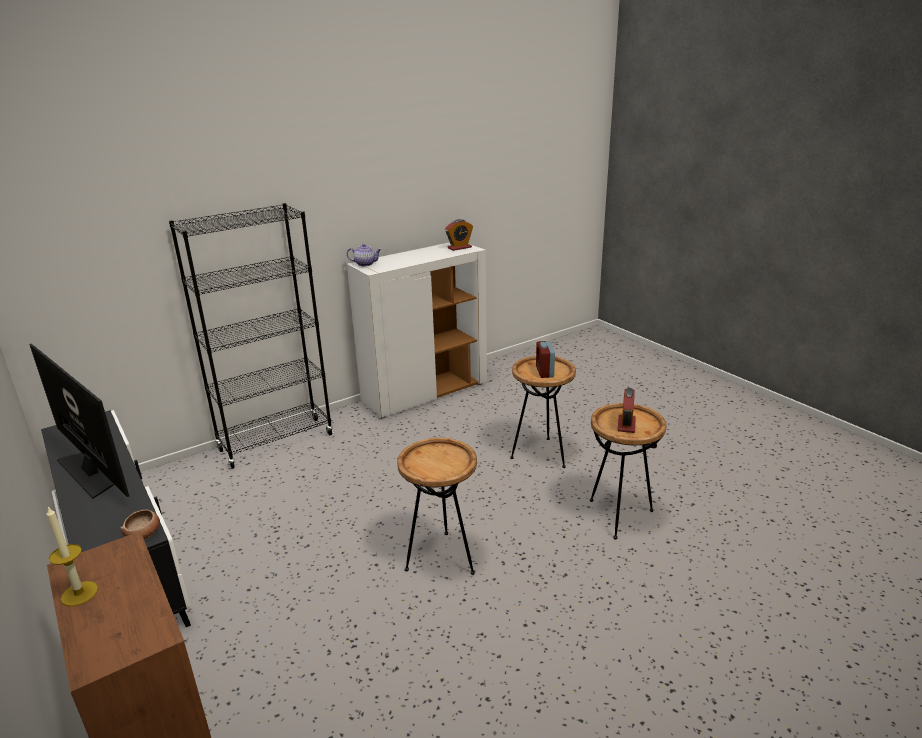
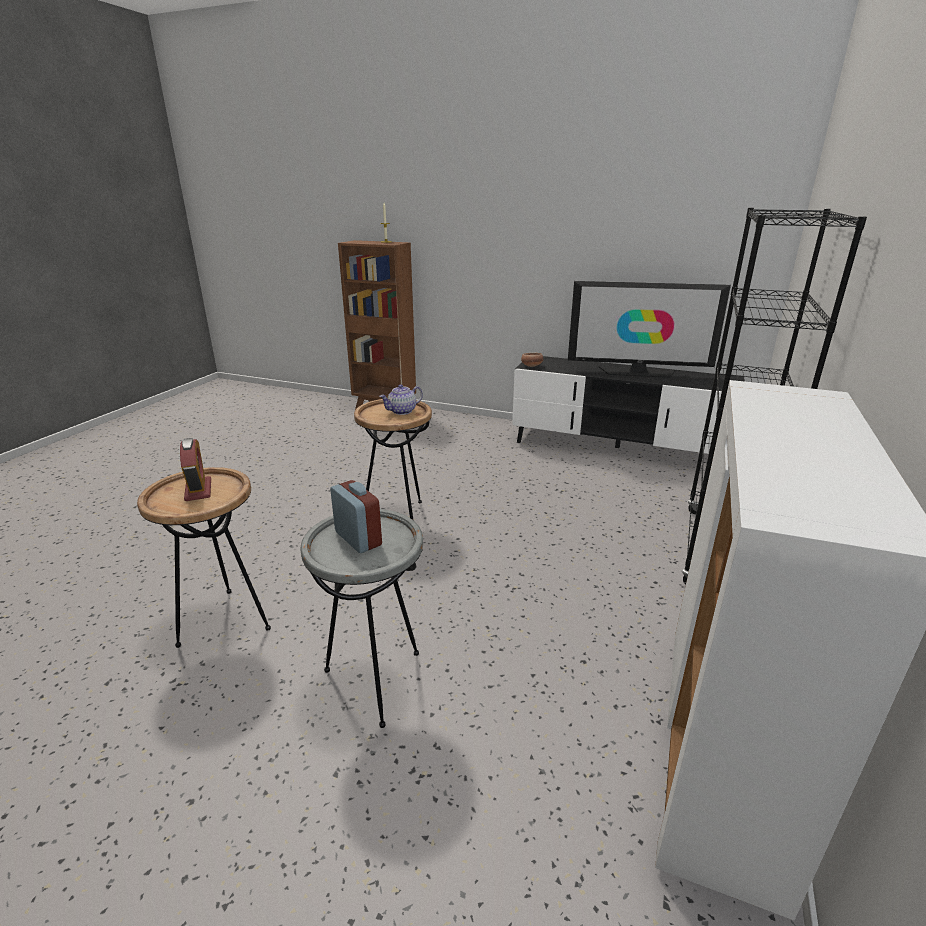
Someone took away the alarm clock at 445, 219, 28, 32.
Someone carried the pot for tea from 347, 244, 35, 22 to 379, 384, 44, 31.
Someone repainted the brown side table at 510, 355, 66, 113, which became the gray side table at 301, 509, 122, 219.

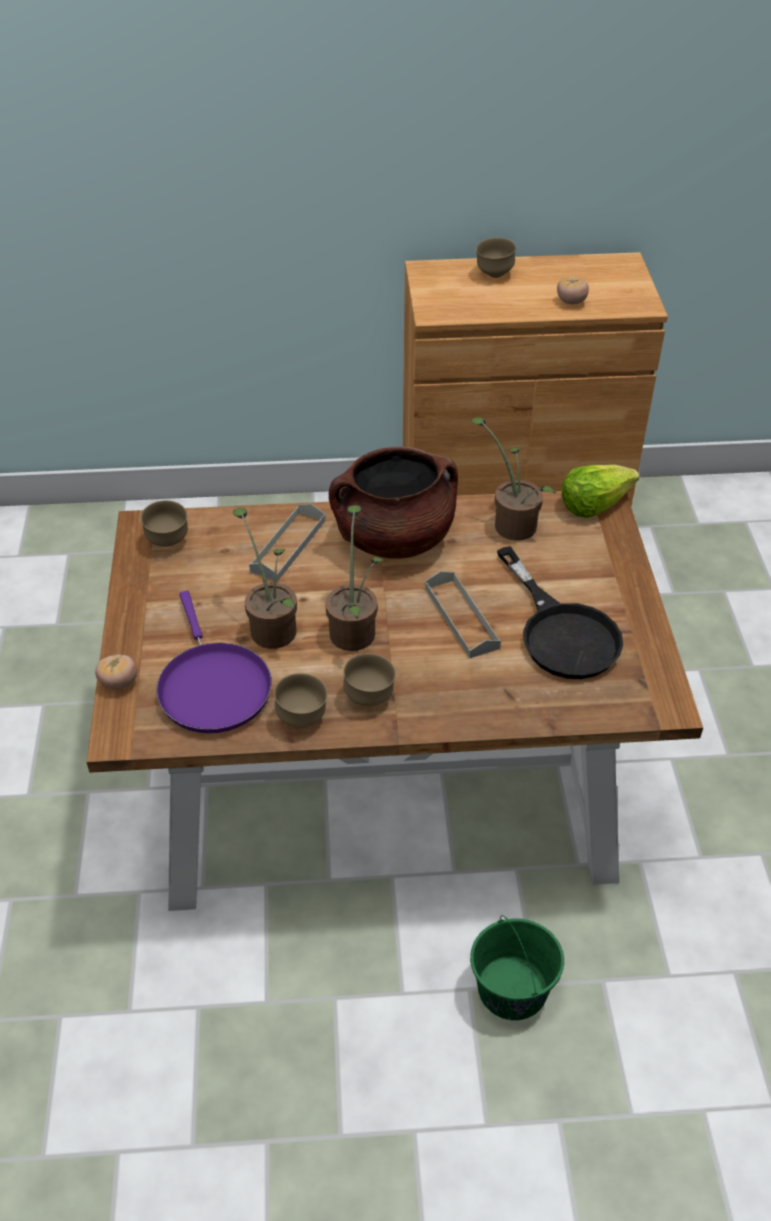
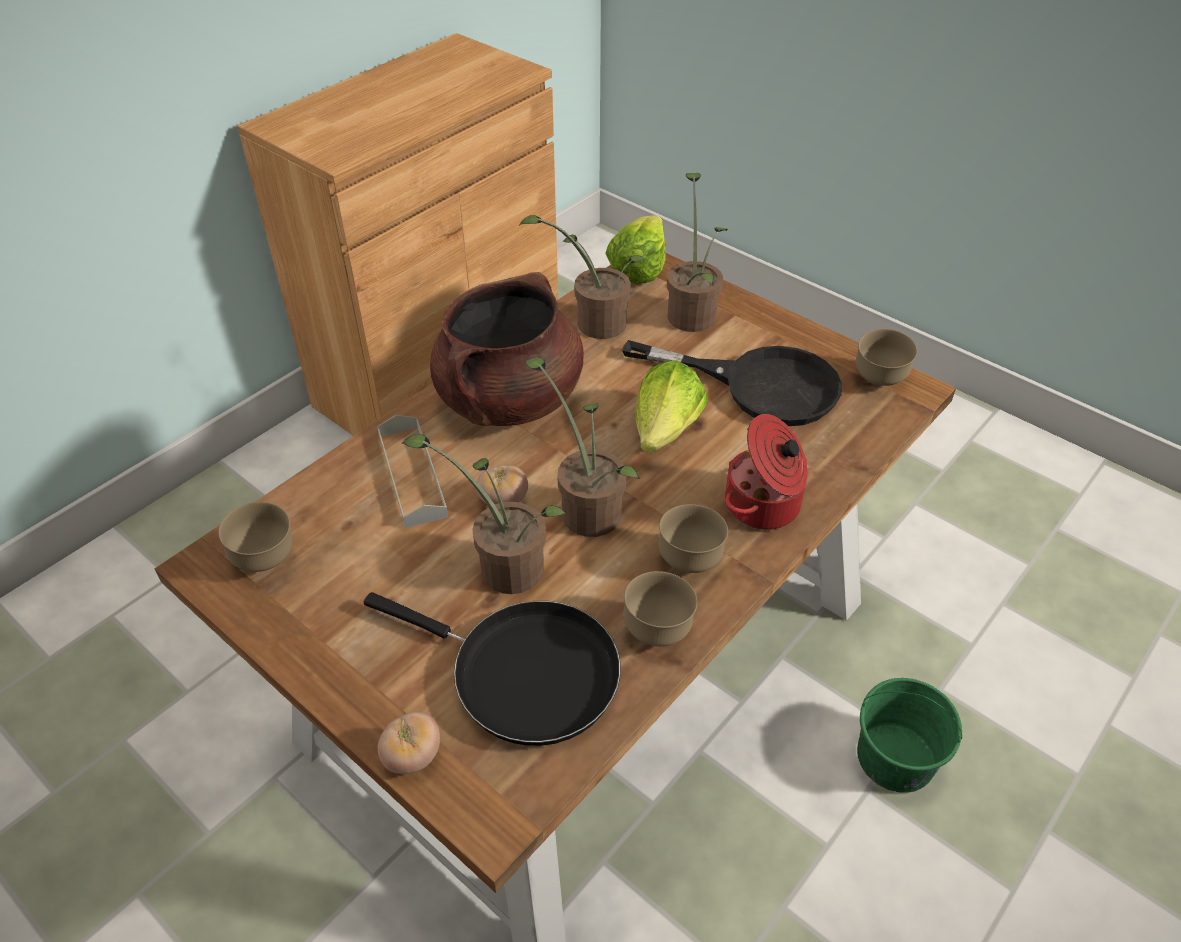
Someone carried the brown serving bowl from 476, 238, 40, 40 to 856, 329, 61, 57.
Someone carried the fresh tomato from 557, 277, 32, 27 to 476, 465, 52, 39.
Someone swapped the gray serving tray at 425, 571, 76, 87 for the lettuce at 636, 360, 72, 93.
Someone repainted the purple skillet at 156, 591, 116, 142, which became the blackish skillet at 364, 592, 257, 154.
Someone put down the potted plant at 667, 173, 60, 159.
Someone put down the stockpot at 725, 414, 83, 116.

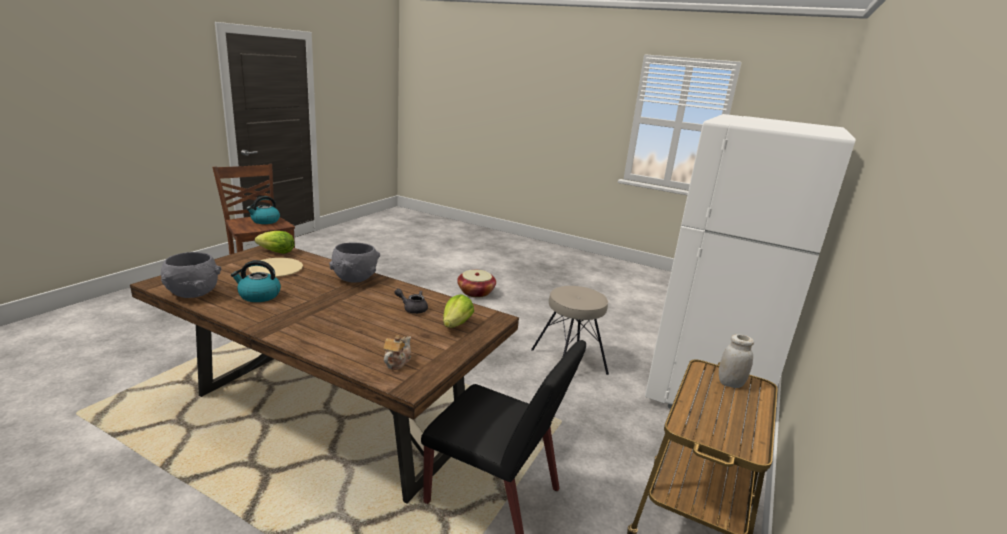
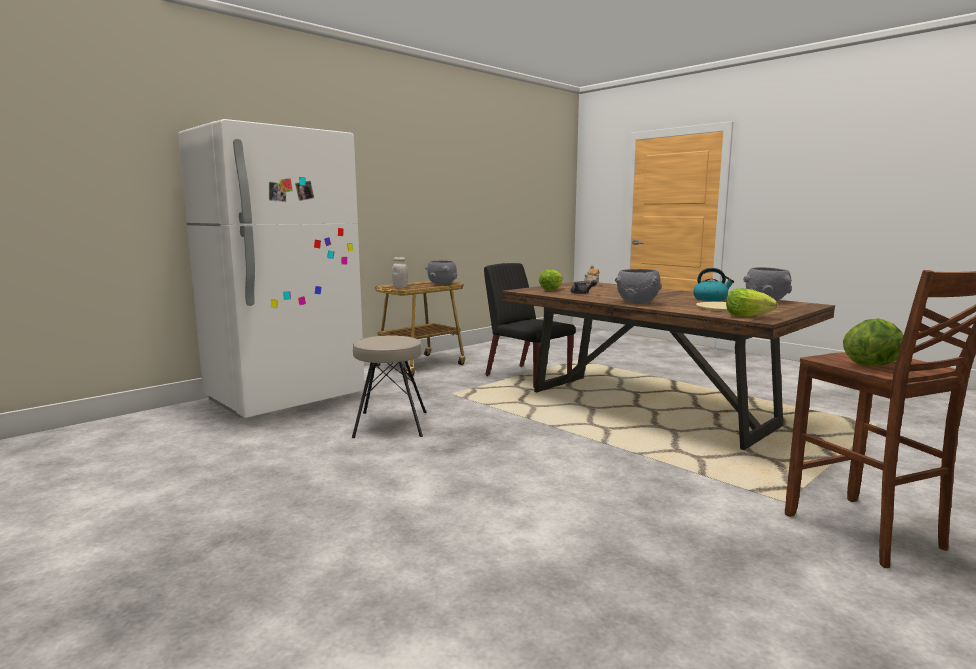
Someone swapped the tea kettle at 246, 196, 34, 28 for the lettuce at 843, 318, 61, 48.
Someone took away the storage basket at 457, 270, 39, 27.
Someone put down the gray serving bowl at 425, 260, 32, 25.

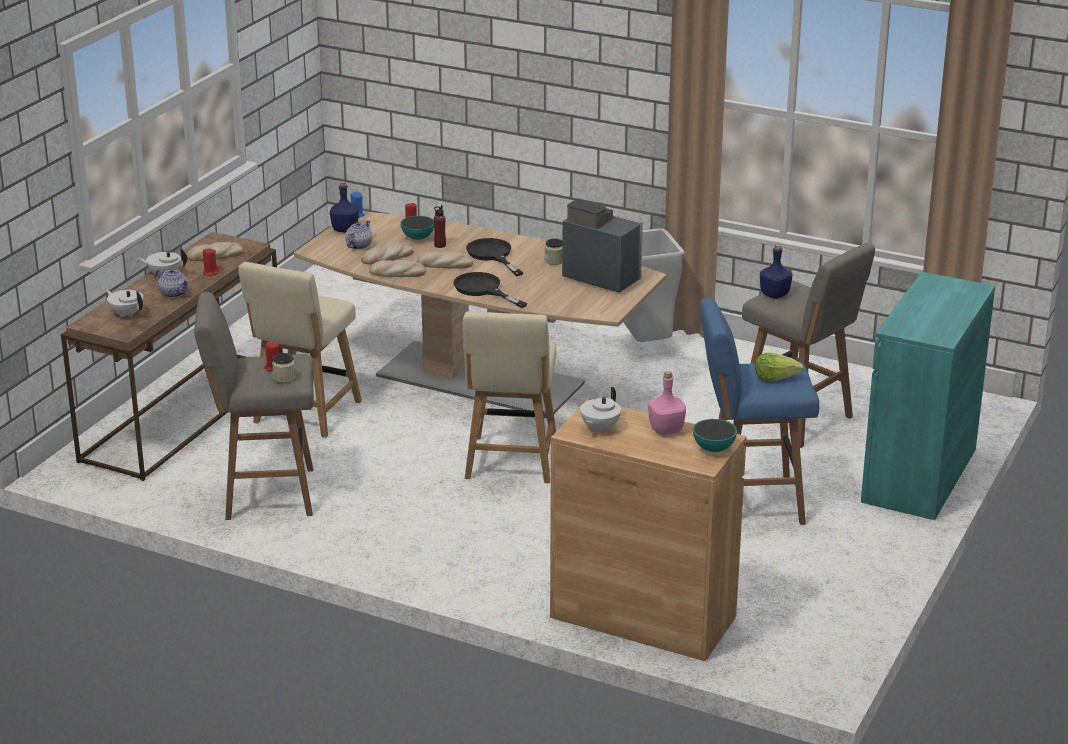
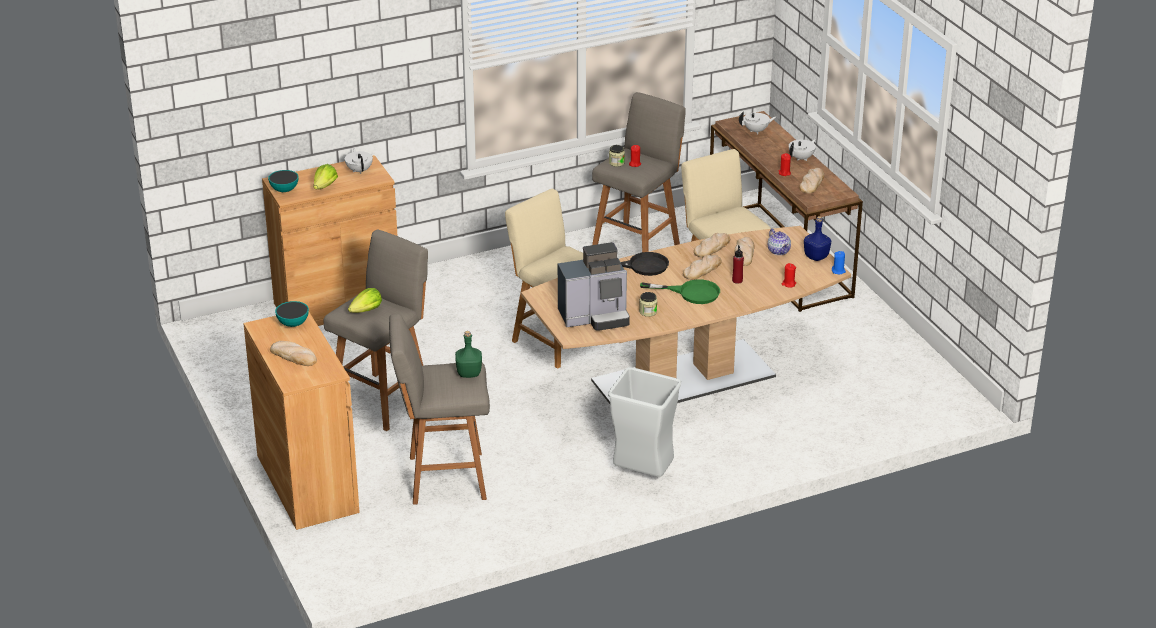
Someone carried the serving bowl from 400, 216, 34, 24 to 275, 301, 34, 26.
Someone repainted the blackish skillet at 466, 238, 57, 38, which became the greenish skillet at 640, 279, 80, 25.
Someone repainted the blue beverage bottle at 760, 244, 32, 55, which became the greenish beverage bottle at 455, 331, 27, 47.
Someone took away the pot for tea at 156, 269, 33, 29.
Someone repainted the turquoise-coloured cupboard at 861, 272, 134, 248, which became the brown cupboard at 243, 312, 117, 218.
Someone repainted the blue stool seat at 700, 298, 119, 227, which became the gray stool seat at 323, 230, 105, 201.
Someone swapped the pink beverage bottle at 648, 371, 38, 64 for the lettuce at 313, 164, 25, 25.
Someone put down the baked bread at 270, 341, 47, 25.

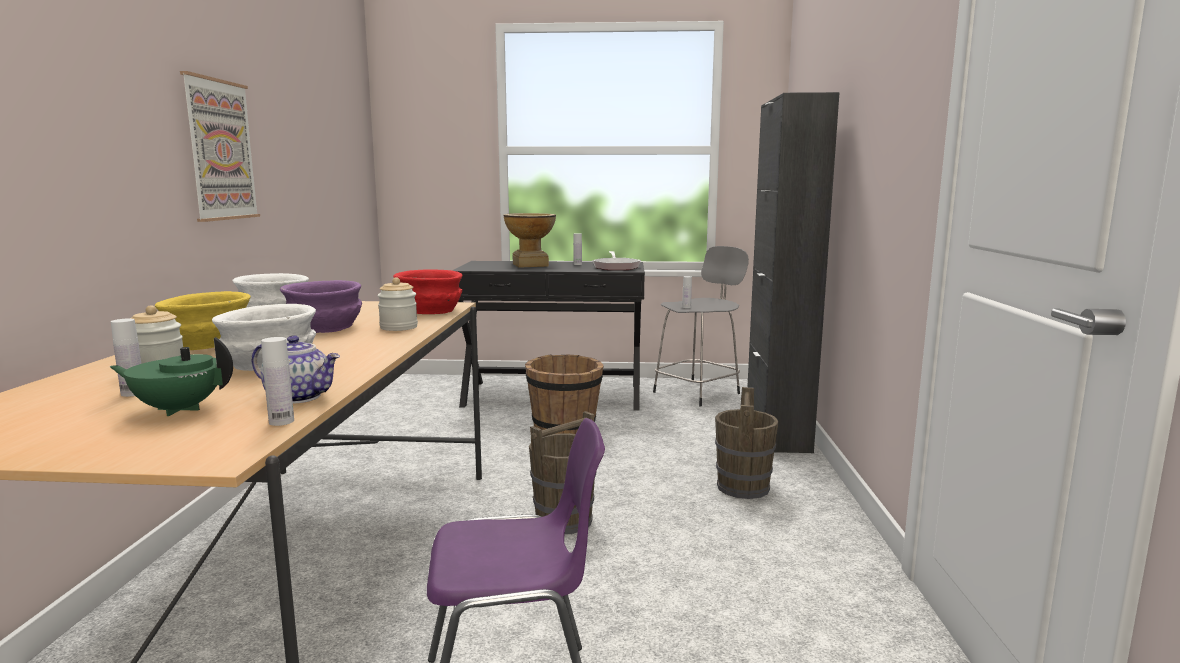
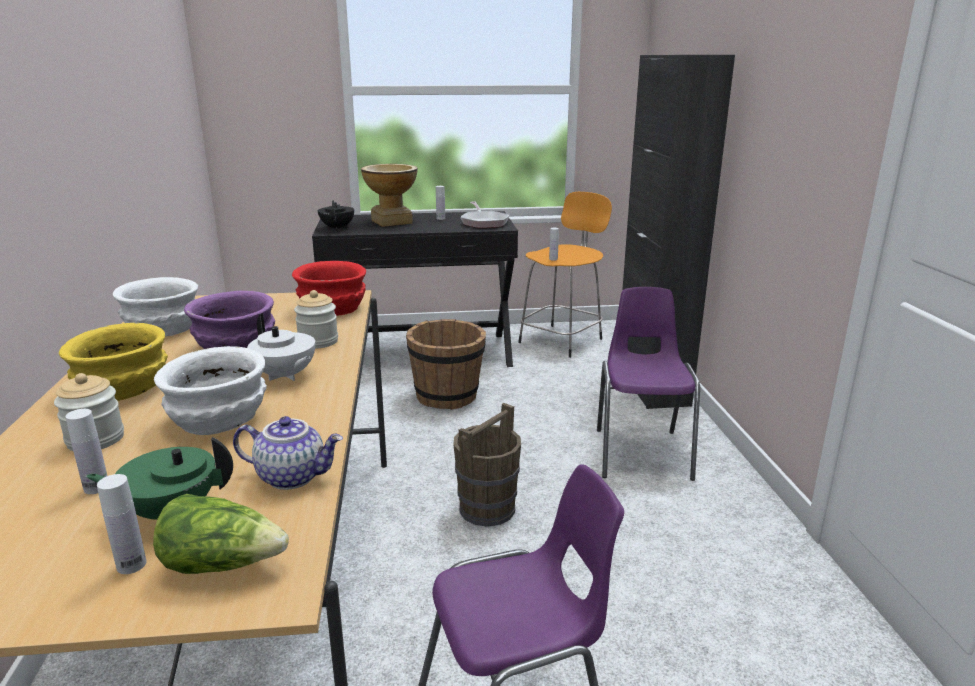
Someone took away the wall picture at 180, 71, 80, 151.
Someone repainted the gray stool seat at 653, 246, 96, 161, which became the orange-coloured stool seat at 518, 192, 94, 166.
Someone carried the whitish beverage bottle from 261, 337, 33, 89 to 97, 474, 50, 100.
Someone swapped the brown pail at 715, 387, 64, 112 for the purple plain chair at 597, 287, 103, 194.
Someone put down the blackish pot for tea at 318, 200, 36, 31.
Someone put down the whitish pot for tea at 247, 313, 68, 68.
Someone put down the lettuce at 153, 494, 136, 80.

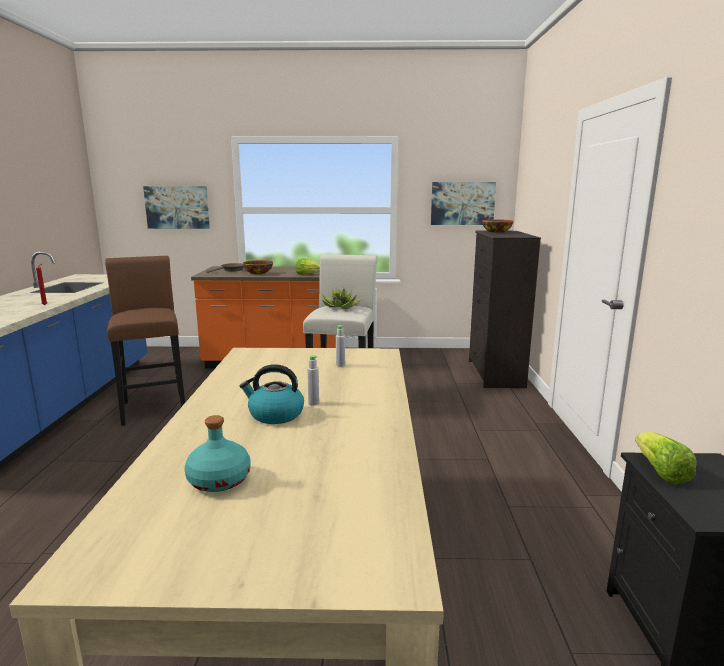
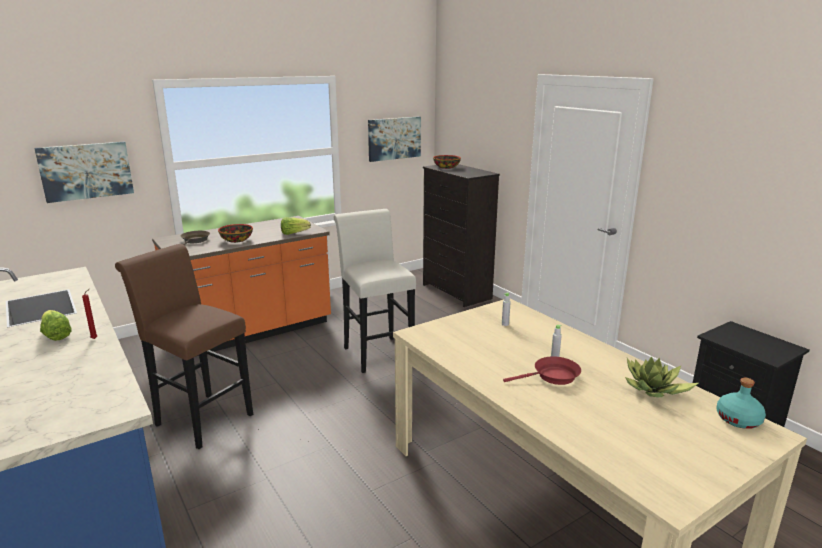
Someone carried the potted plant from 322, 288, 40, 21 to 625, 356, 74, 41.
Someone swapped the tea kettle at 240, 364, 64, 60 for the red-coloured skillet at 503, 356, 78, 29.
Someone carried the turquoise-coloured beverage bottle from 185, 415, 66, 77 to 716, 378, 50, 51.
Someone carried the lettuce from 635, 431, 62, 53 to 40, 310, 32, 31.

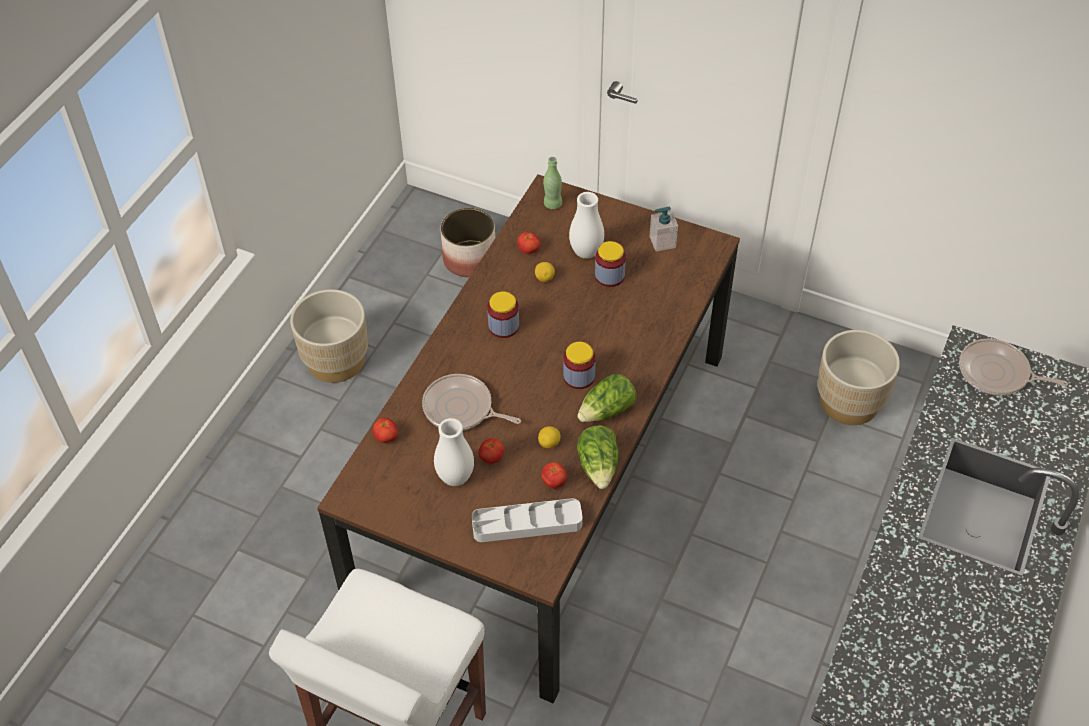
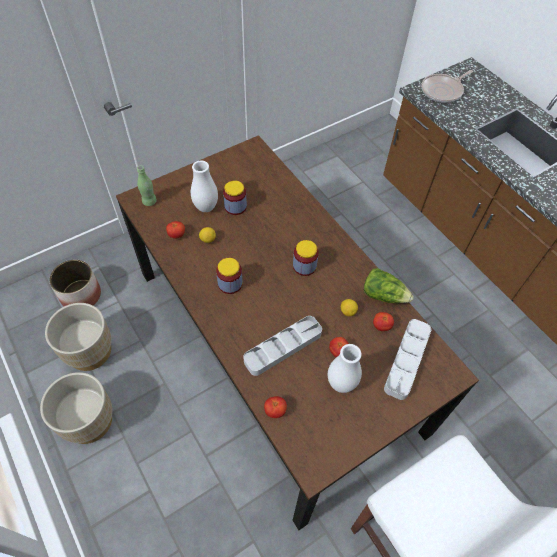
Someone took away the soap bottle at 649, 207, 29, 45.
Someone carried the beige-coloured planter from 818, 330, 82, 95 to 45, 303, 67, 68.
Someone swapped the skillet at 422, 374, 99, 56 for the gray serving tray at 243, 316, 79, 60.
Someone took away the lettuce at 577, 374, 60, 48.

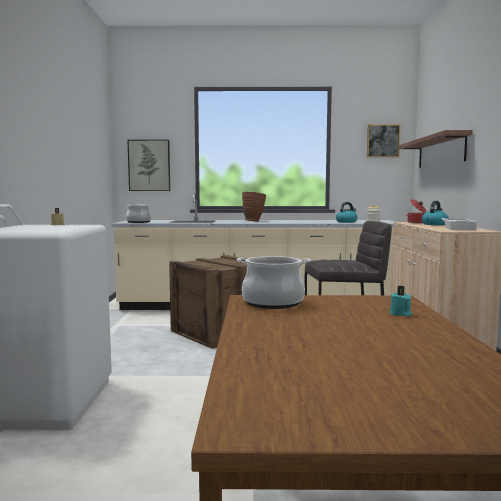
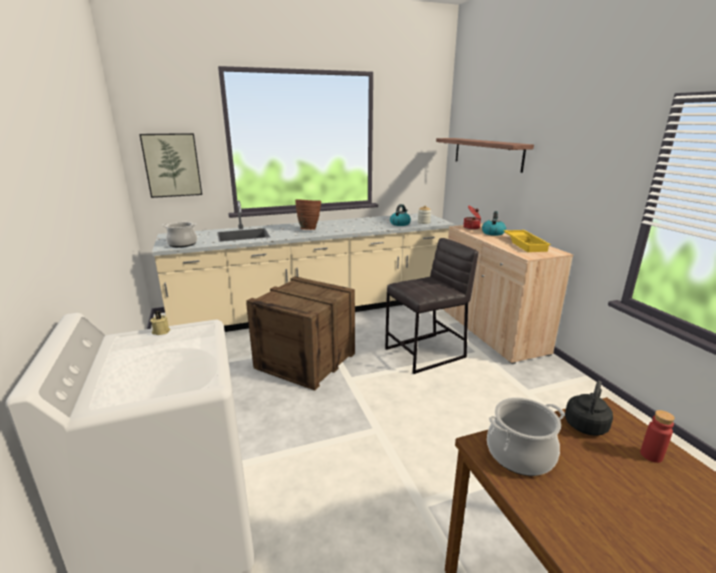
Someone took away the wall picture at 367, 124, 34, 33.
Someone repainted the whitish serving tray at 441, 218, 37, 12, which became the yellow serving tray at 504, 230, 47, 22.
Someone swapped the turquoise-coloured wax candle at 390, 286, 22, 31 for the red-coloured beverage bottle at 640, 410, 35, 53.
Someone put down the blackish tea kettle at 565, 381, 48, 55.

